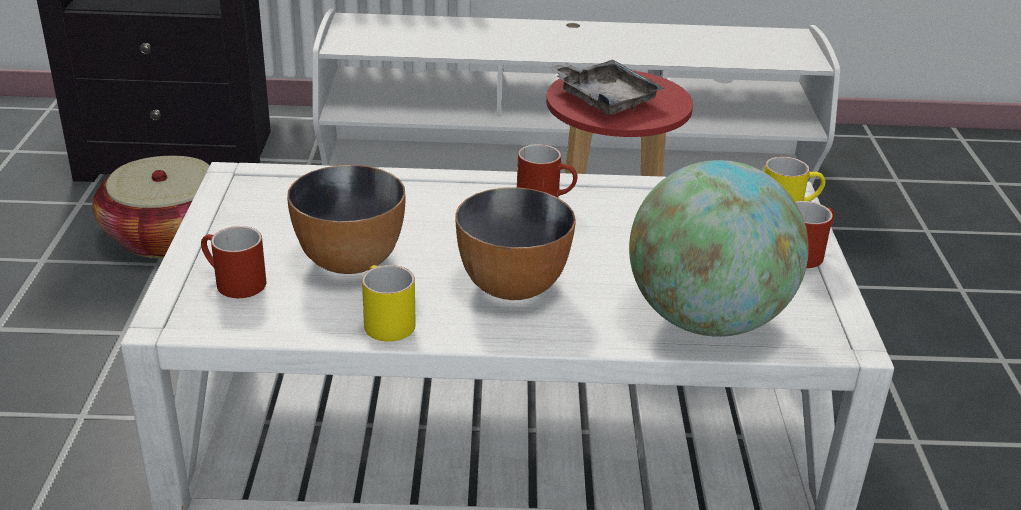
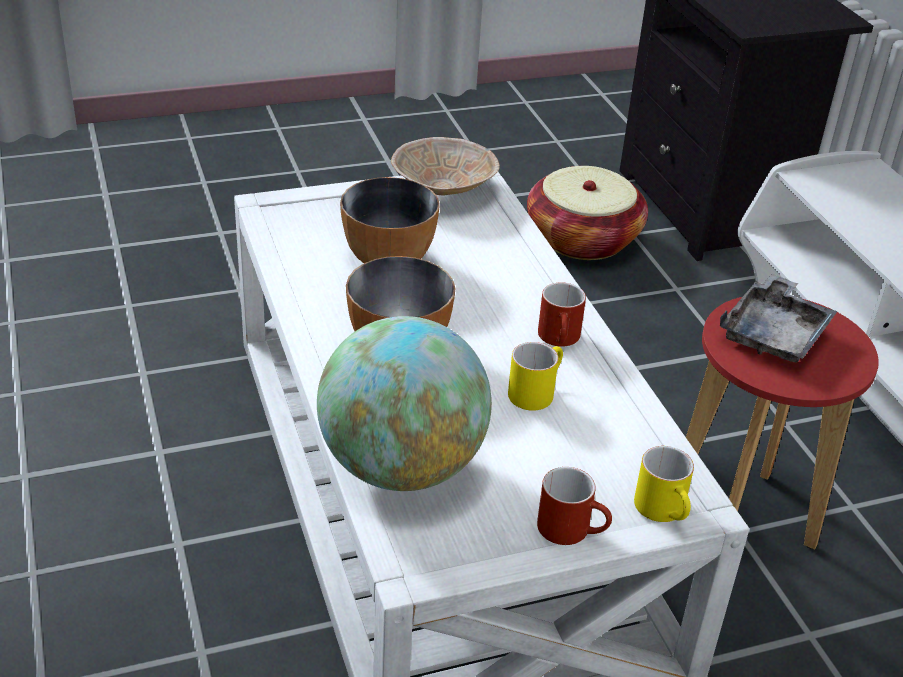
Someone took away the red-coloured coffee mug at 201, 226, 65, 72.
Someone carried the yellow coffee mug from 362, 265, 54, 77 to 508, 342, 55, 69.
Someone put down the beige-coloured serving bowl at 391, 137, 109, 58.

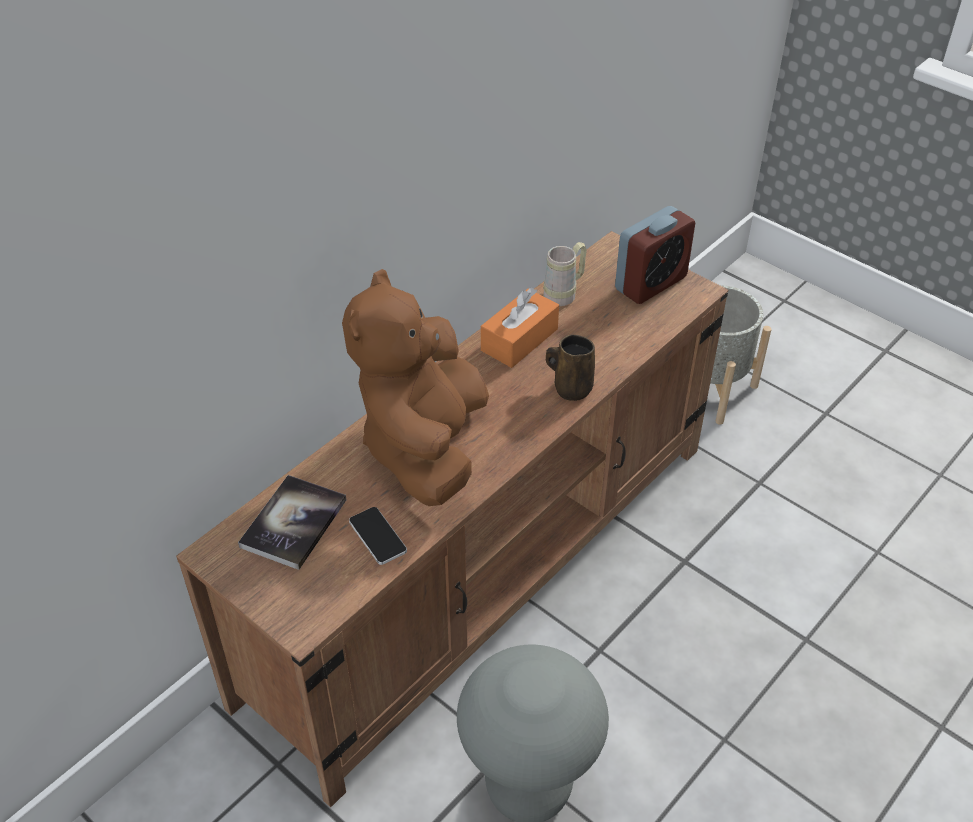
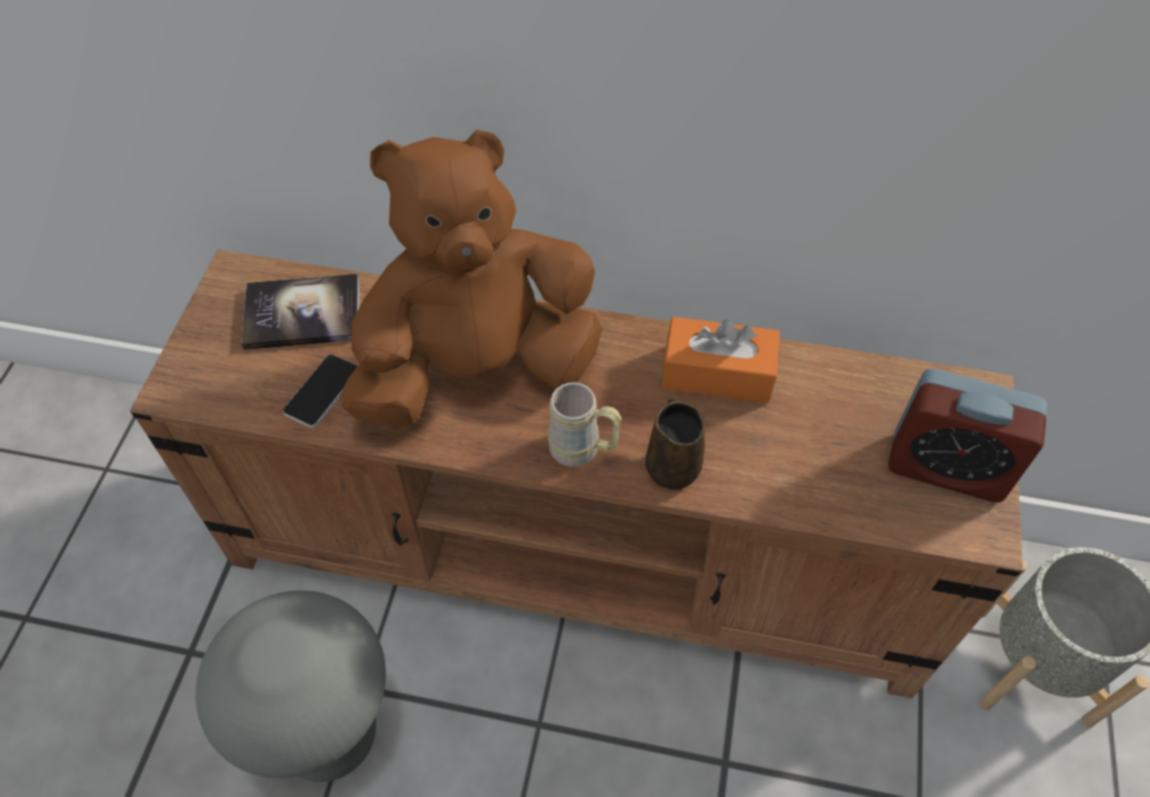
Someone carried the beige-coloured coffee mug from 543, 242, 44, 64 to 548, 382, 73, 85.

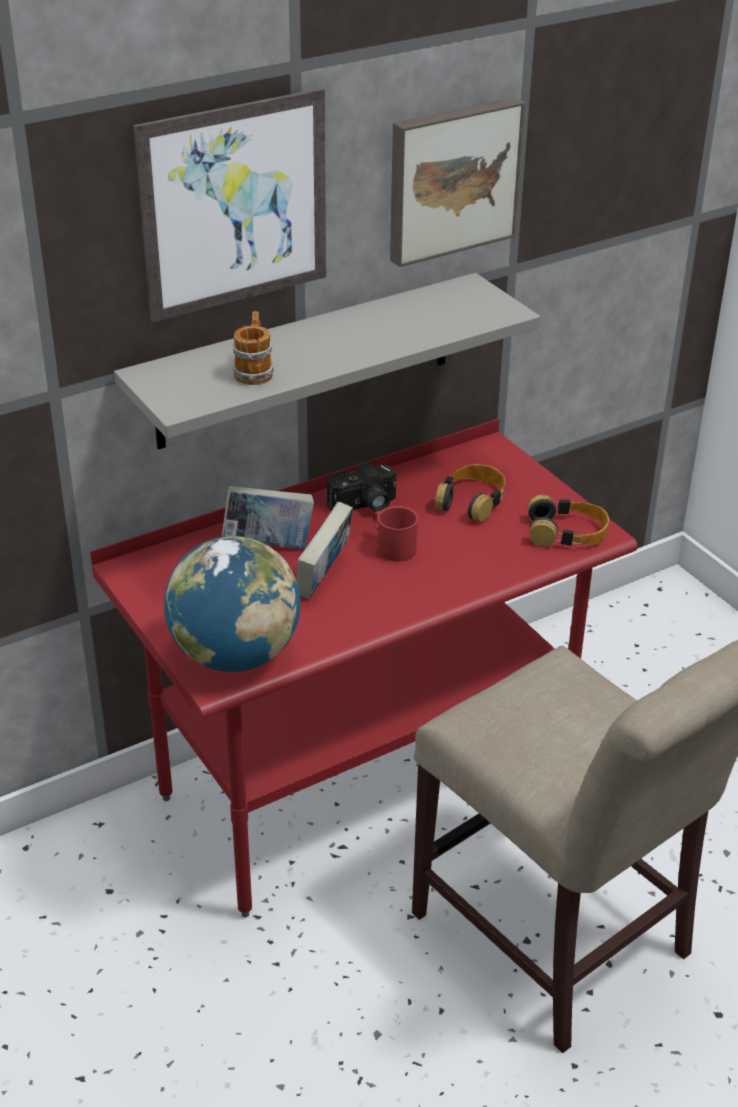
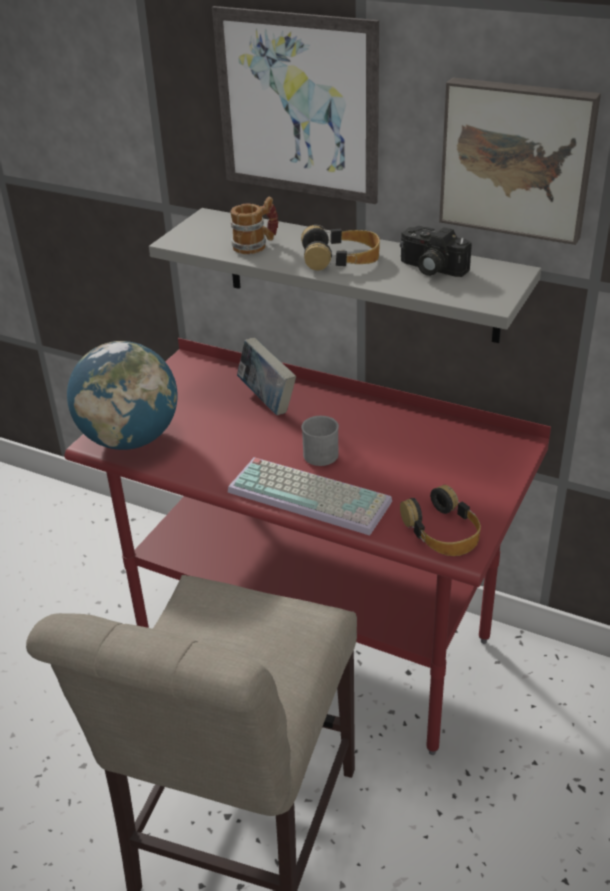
Someone carried the photo camera from 326, 462, 70, 50 to 400, 226, 72, 51.
Someone carried the headset from 435, 464, 70, 58 to 301, 225, 79, 46.
Someone took away the bound book at 296, 502, 57, 97.
Someone repainted the red-coloured coffee mug at 373, 506, 45, 55, which became the gray coffee mug at 301, 416, 38, 50.
Someone put down the PC keyboard at 228, 457, 164, 78.

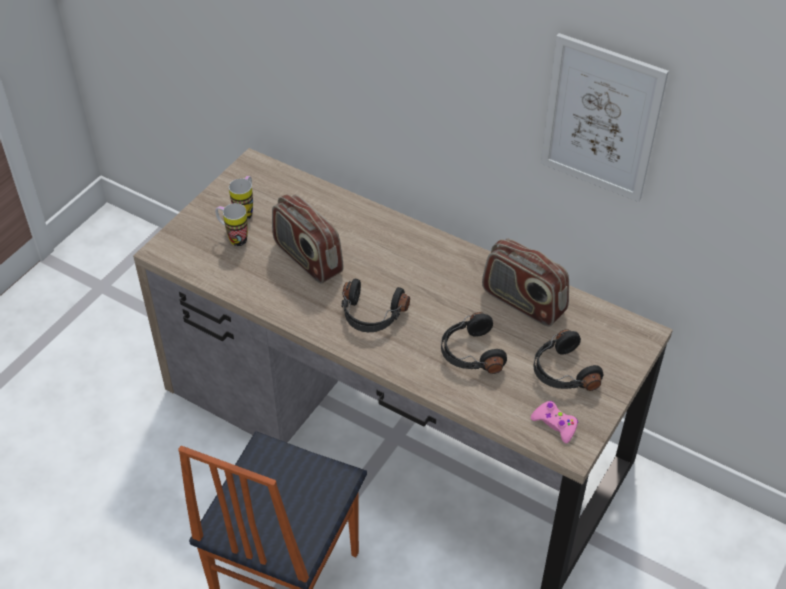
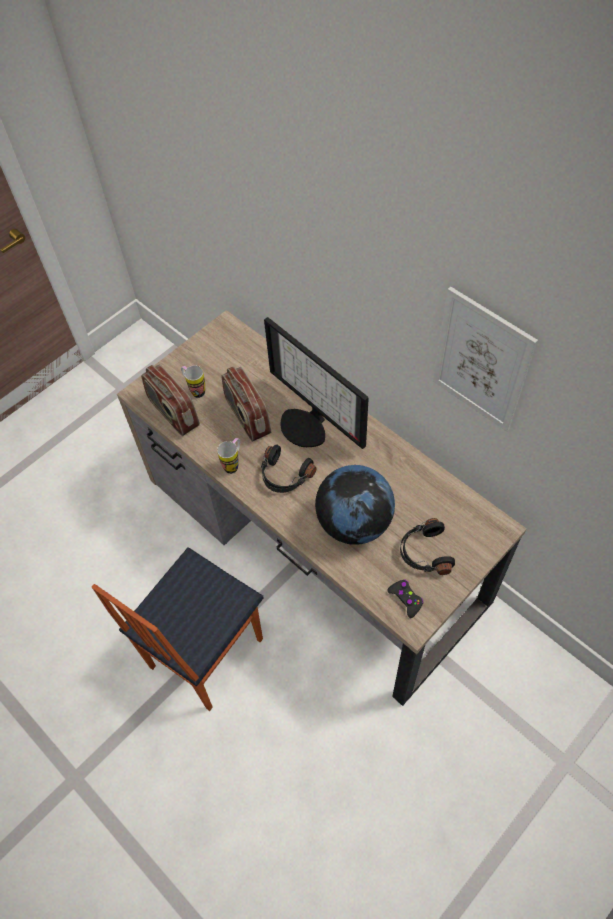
Someone carried the coffee mug from 229, 176, 24, 44 to 217, 438, 23, 36.
Someone carried the radio from 482, 239, 87, 88 to 141, 364, 59, 72.
Someone swapped the blackish headset at 441, 312, 66, 62 for the globe at 315, 465, 80, 80.
Someone repainted the pink game controller at 531, 401, 47, 42, which became the blackish game controller at 387, 580, 37, 38.
Someone put down the computer display at 264, 317, 105, 132.

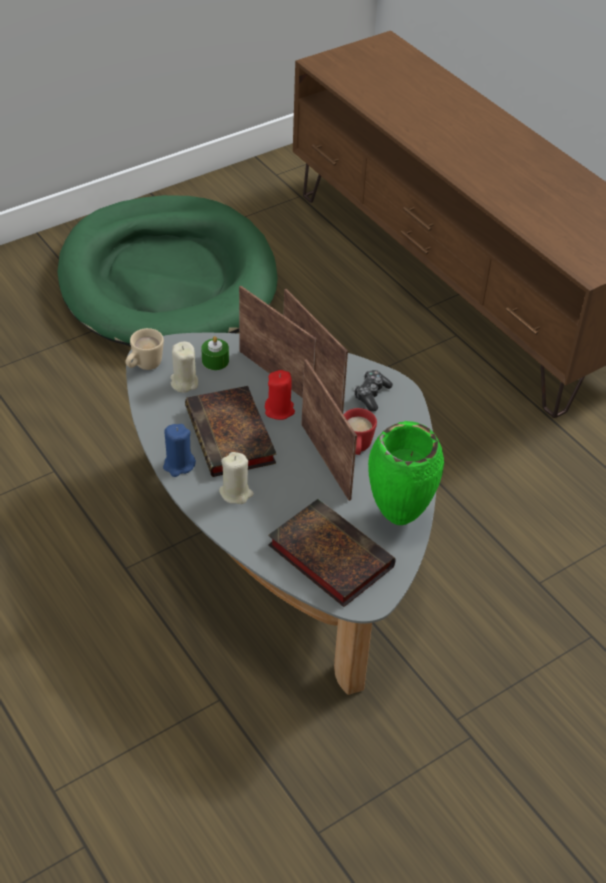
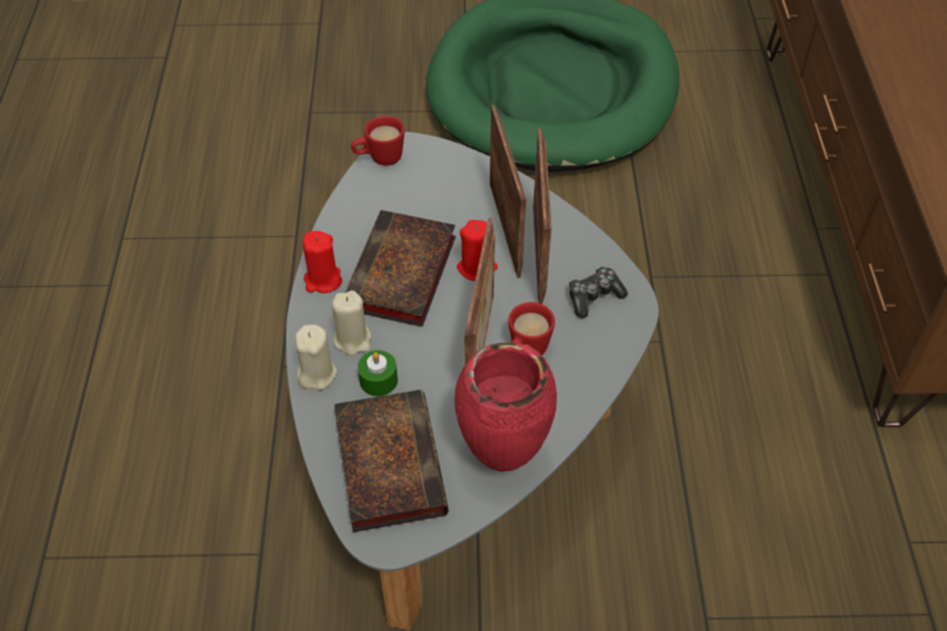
Someone repainted the beige-coloured coffee mug at 125, 328, 39, 42, which became the red-coloured coffee mug at 351, 116, 54, 50.
Someone carried the greenish wax candle from 201, 336, 28, 34 to 358, 350, 40, 46.
Someone carried the beige-coloured wax candle from 170, 342, 28, 51 to 295, 324, 42, 66.
Someone repainted the greenish flower vase at 368, 421, 76, 104, which became the red-coloured flower vase at 455, 343, 102, 128.
Someone repainted the blue wax candle at 163, 424, 33, 53, which became the red-coloured wax candle at 303, 231, 39, 62.

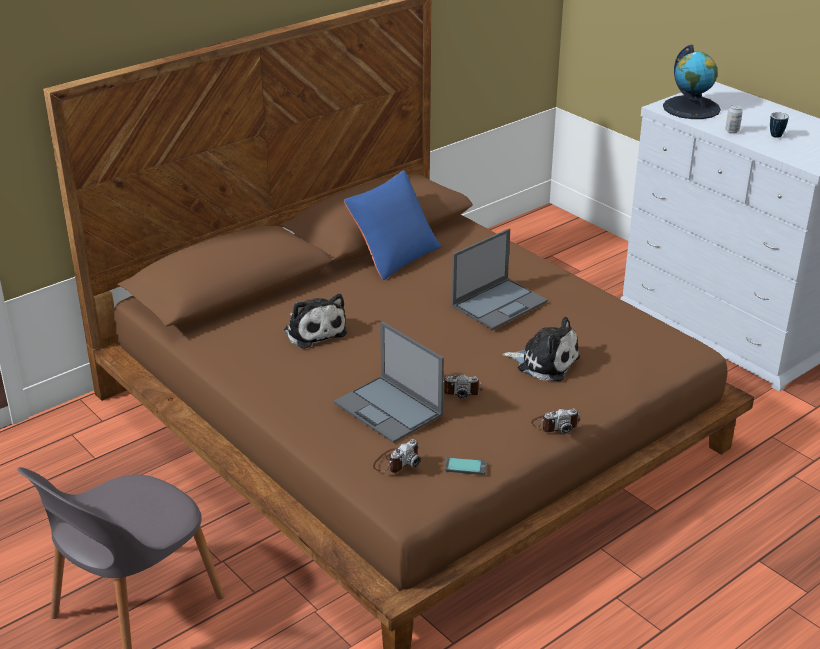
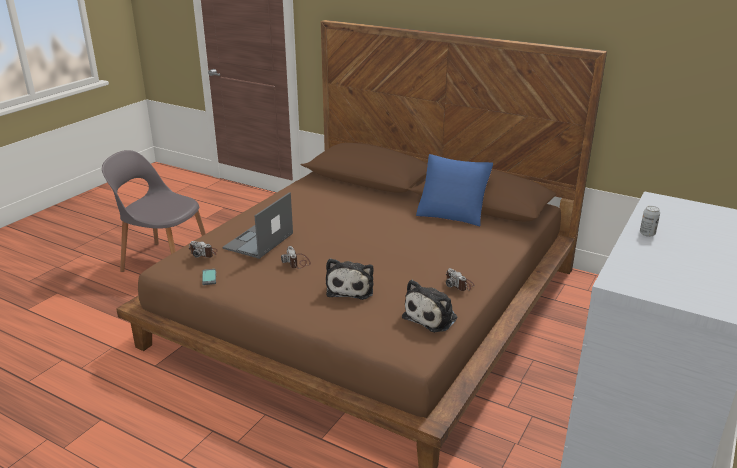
Someone took away the globe at 663, 45, 58, 74.
Someone took away the coffee mug at 770, 112, 19, 26.
Someone took away the laptop at 452, 229, 96, 101.
Someone carried the soft toy from 284, 294, 63, 55 to 402, 279, 55, 53.
Someone carried the photo camera from 531, 409, 50, 25 to 446, 268, 28, 23.

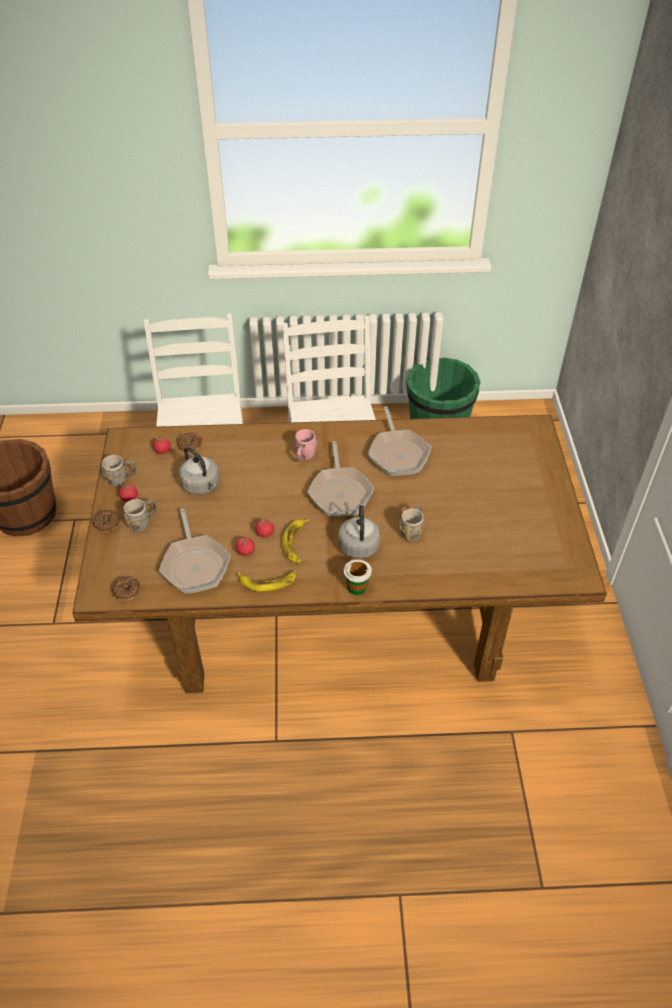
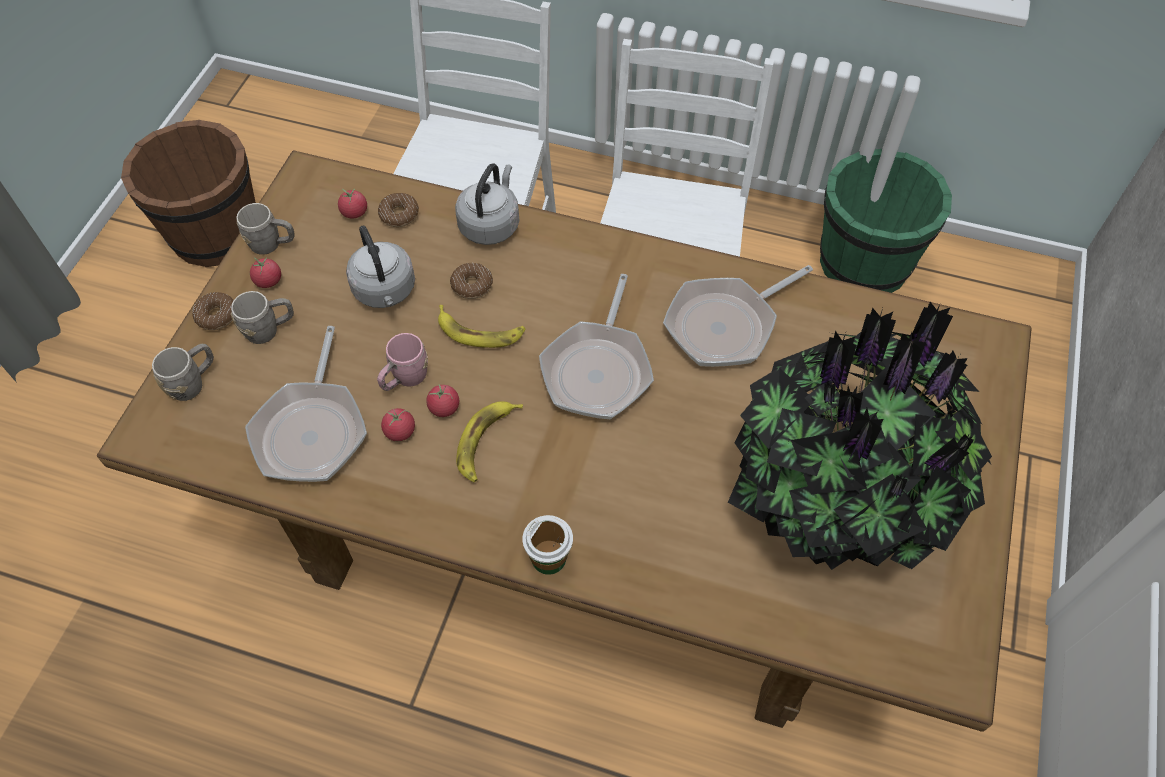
Someone rotated the skillet at 368, 406, 63, 70 by 45 degrees clockwise.
Someone carried the pink coffee mug from 295, 429, 22, 33 to 377, 333, 51, 58.
Someone carried the gray tea kettle from 338, 504, 42, 55 to 455, 163, 64, 82.
Someone carried the gray coffee mug from 400, 504, 24, 37 to 152, 344, 62, 57.
Someone carried the whole banana from 237, 570, 59, 22 to 438, 305, 87, 43.
Someone carried the ring doughnut from 112, 576, 29, 25 to 450, 263, 43, 36.
Someone put down the potted plant at 728, 302, 264, 268.

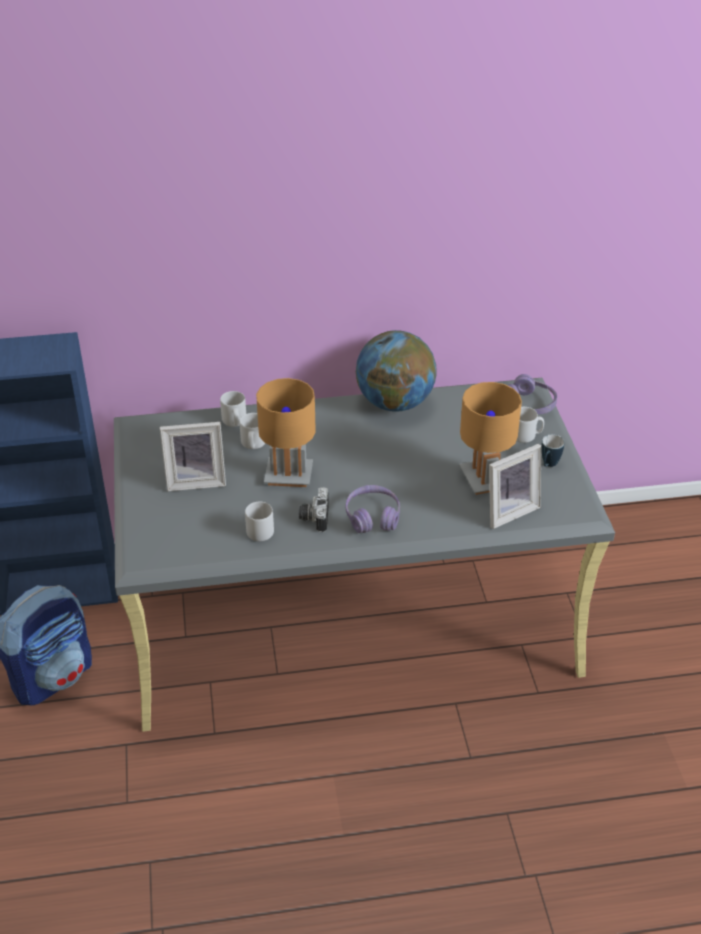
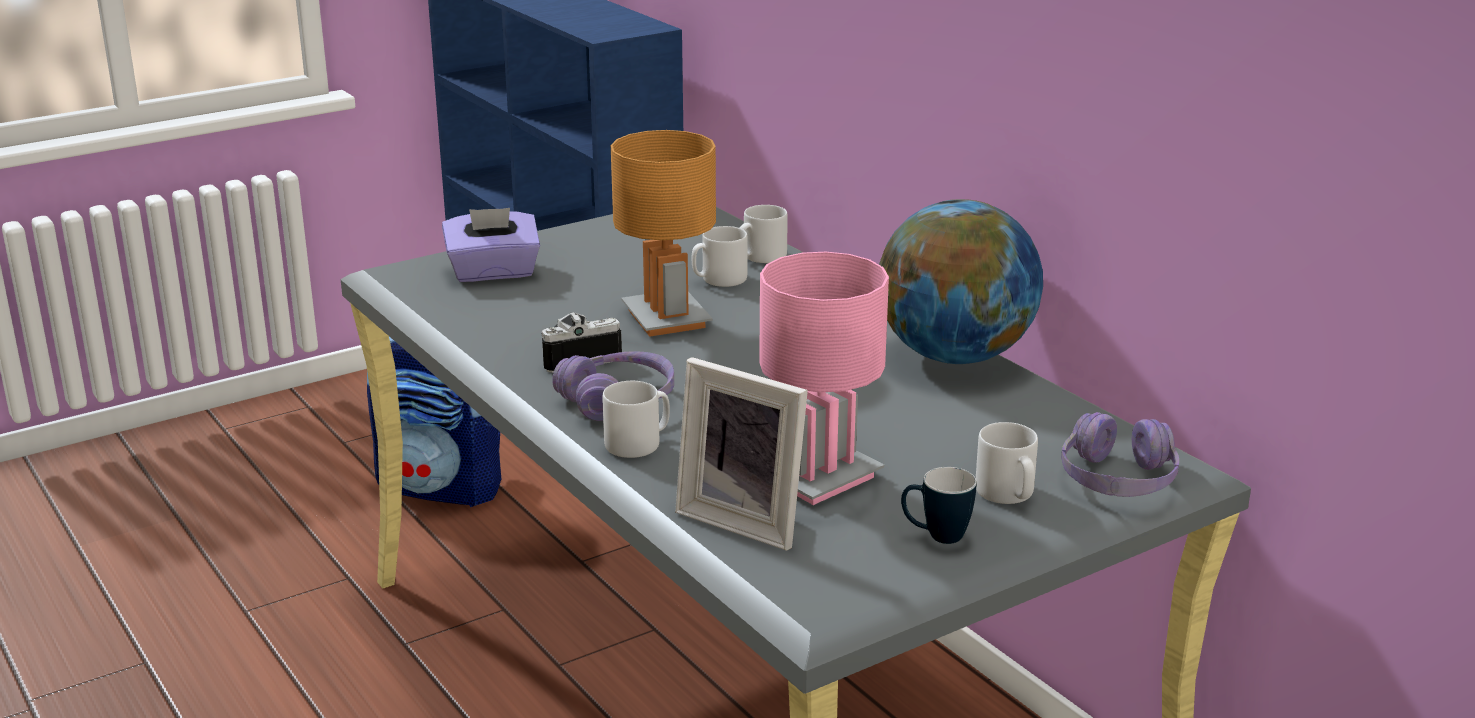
Someone repainted the brown lamp for a table at 459, 382, 63, 113, which became the pink lamp for a table at 759, 252, 130, 253.
Someone took away the photo frame at 160, 422, 66, 69.
Someone carried the gray coffee mug from 245, 502, 29, 39 to 602, 381, 68, 77.
Someone put down the purple tissue box at 442, 208, 98, 74.

